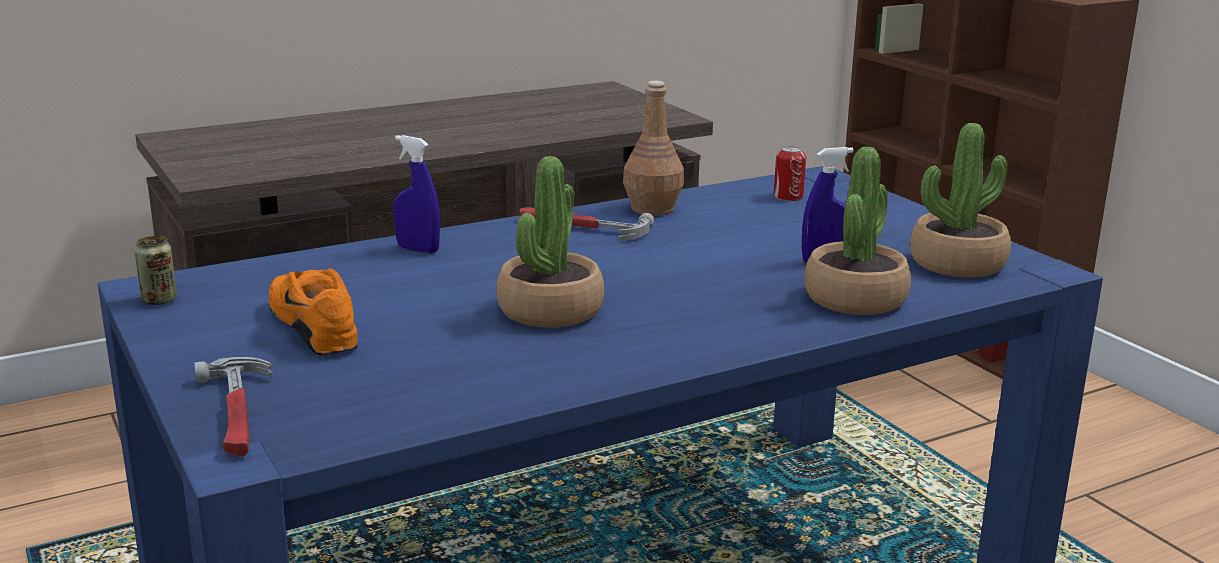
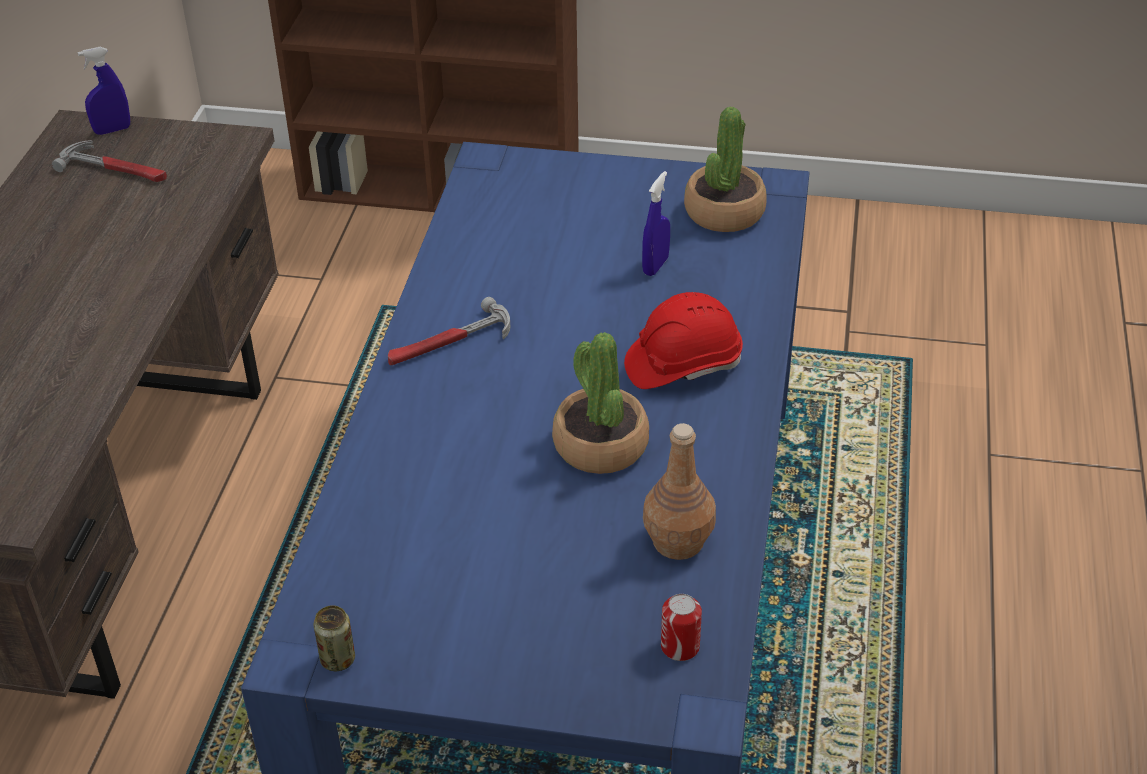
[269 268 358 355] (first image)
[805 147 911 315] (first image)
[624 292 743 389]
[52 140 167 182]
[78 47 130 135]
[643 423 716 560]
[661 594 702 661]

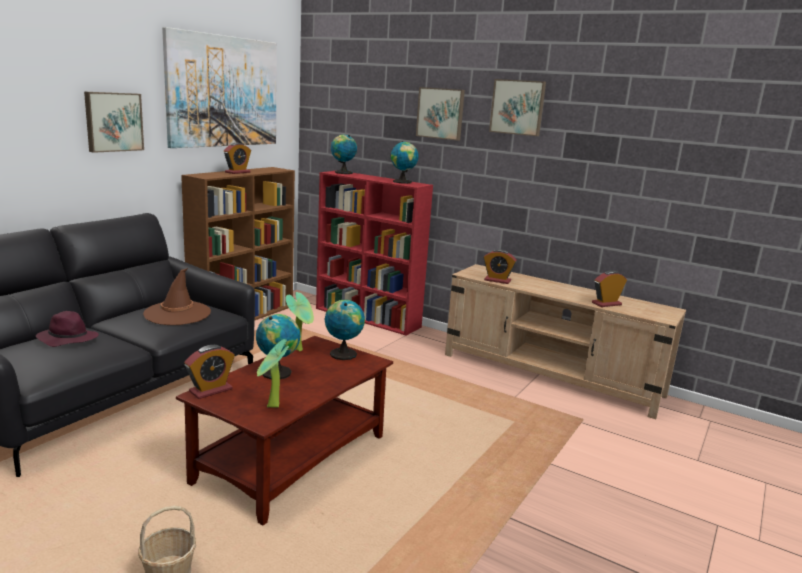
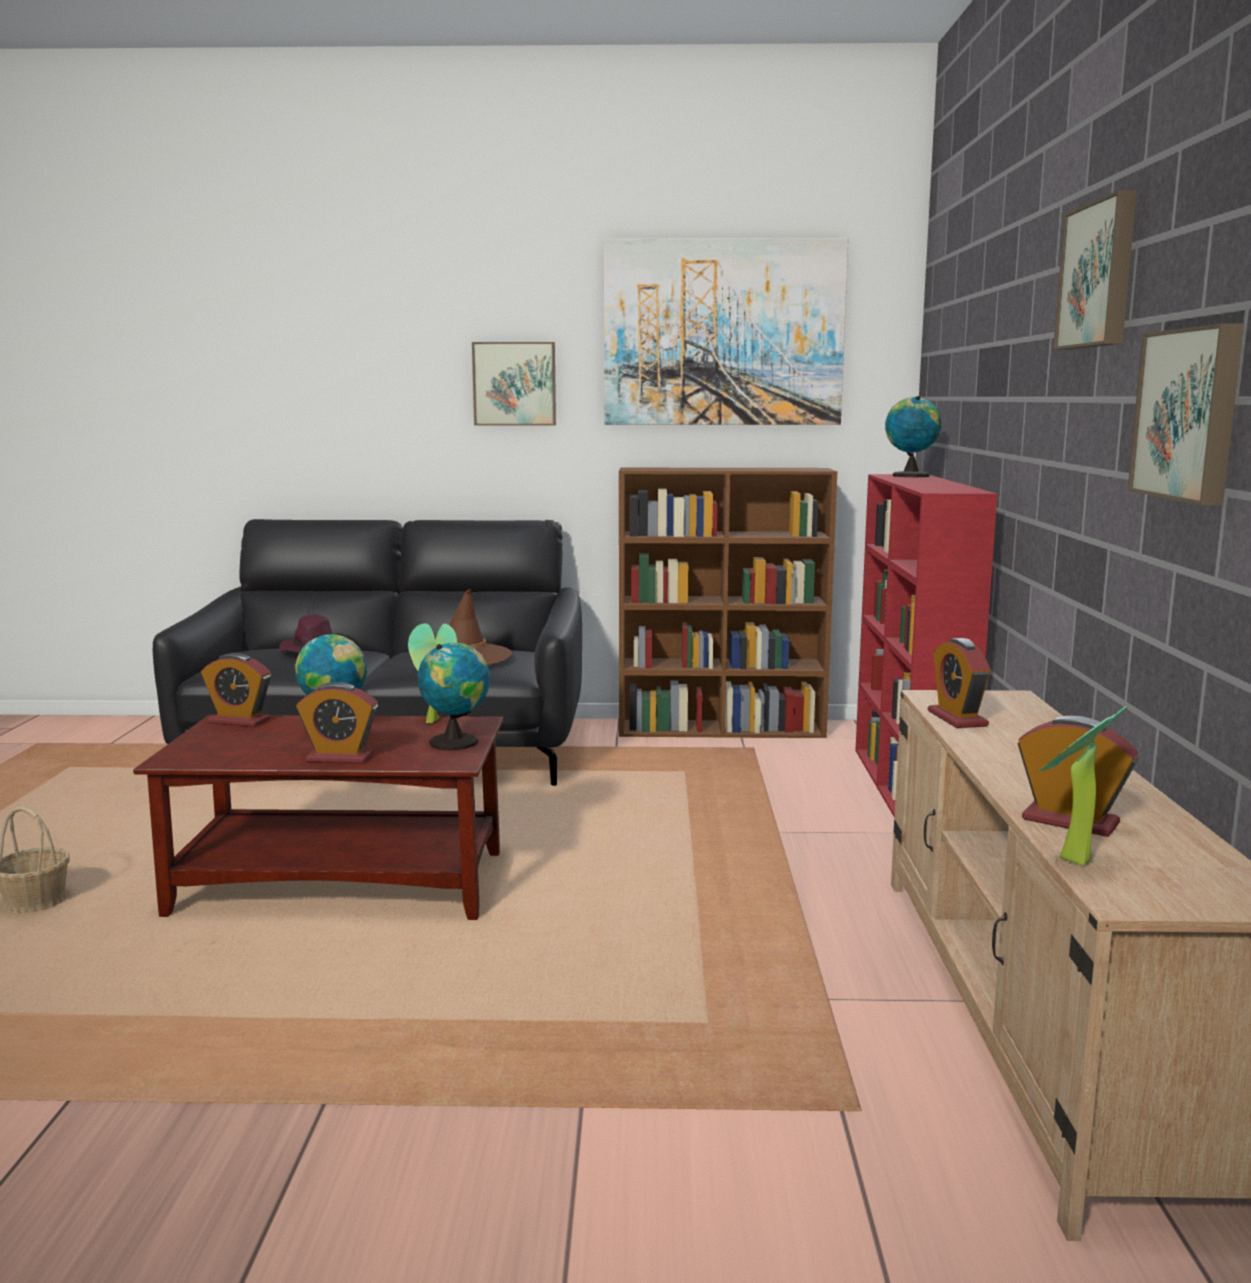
[391 141 419 184] (first image)
[296 682 378 763]
[1038 706 1128 866]
[1127 323 1244 505]

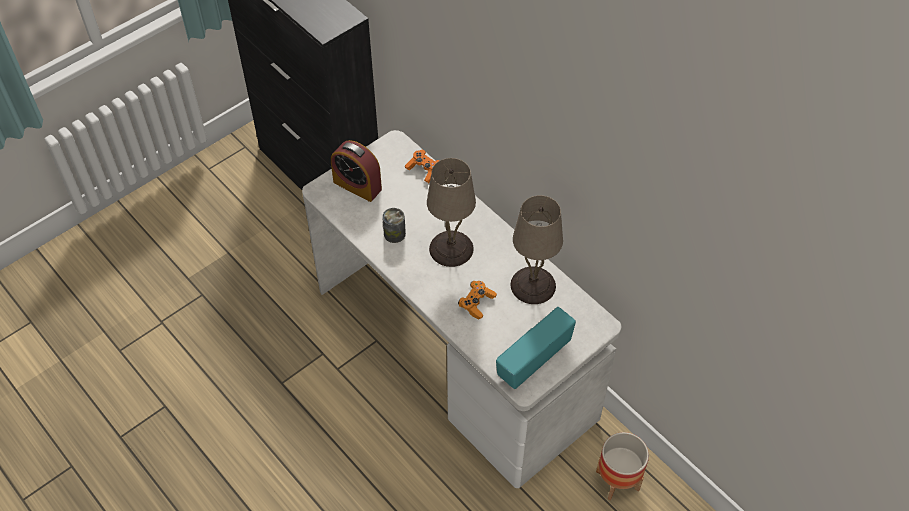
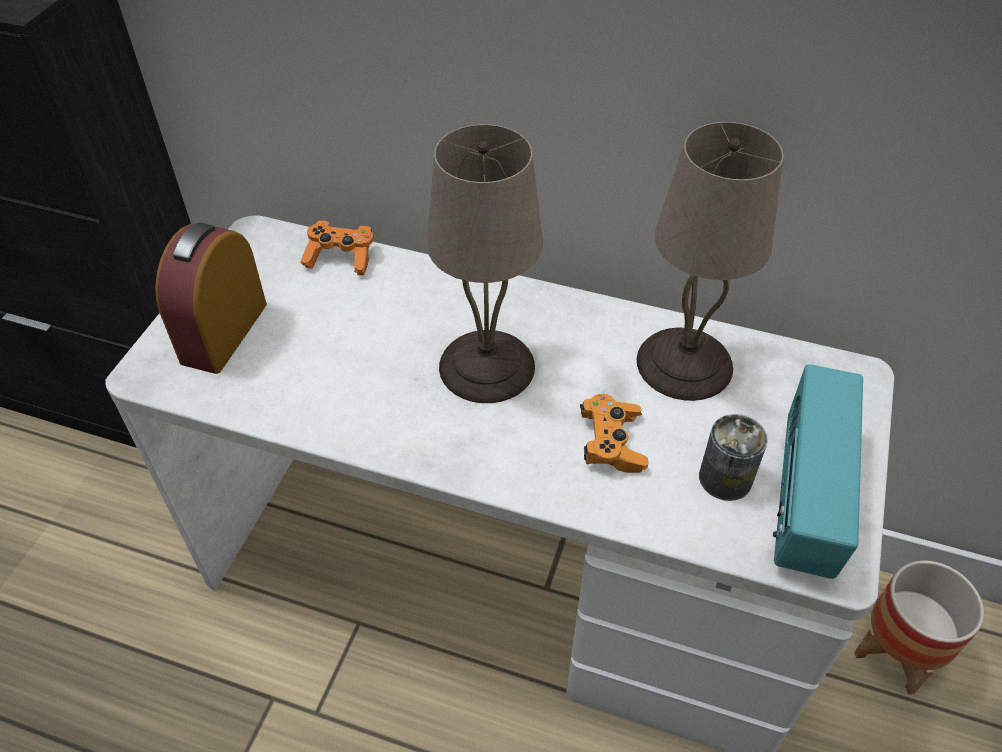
[699 414 768 501]
[155 222 267 374]

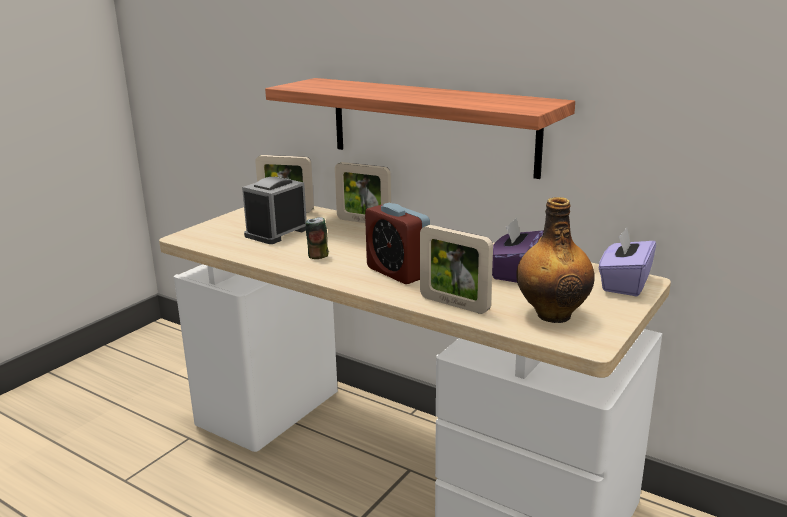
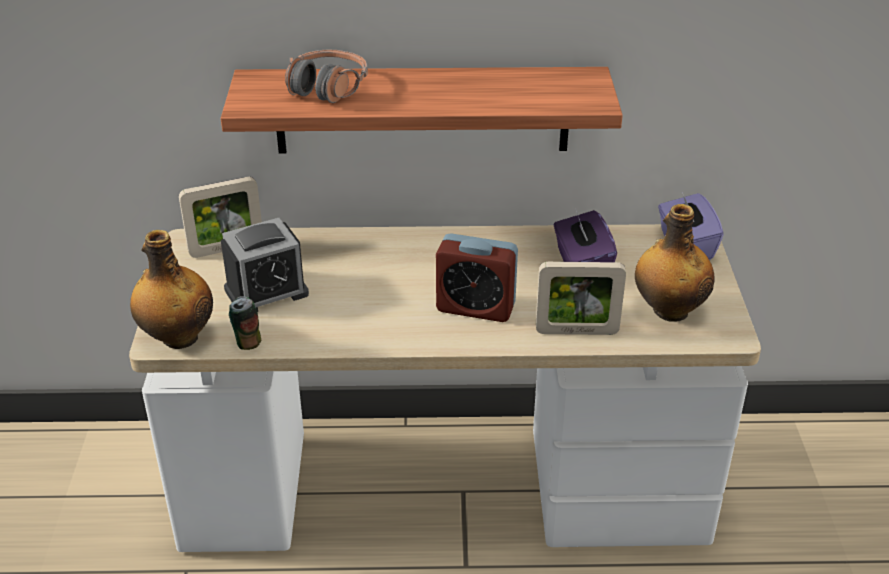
[335 162 391 223] (first image)
[130 230 213 349]
[285 50 368 103]
[229 296 261 350]
[221 218 309 312]

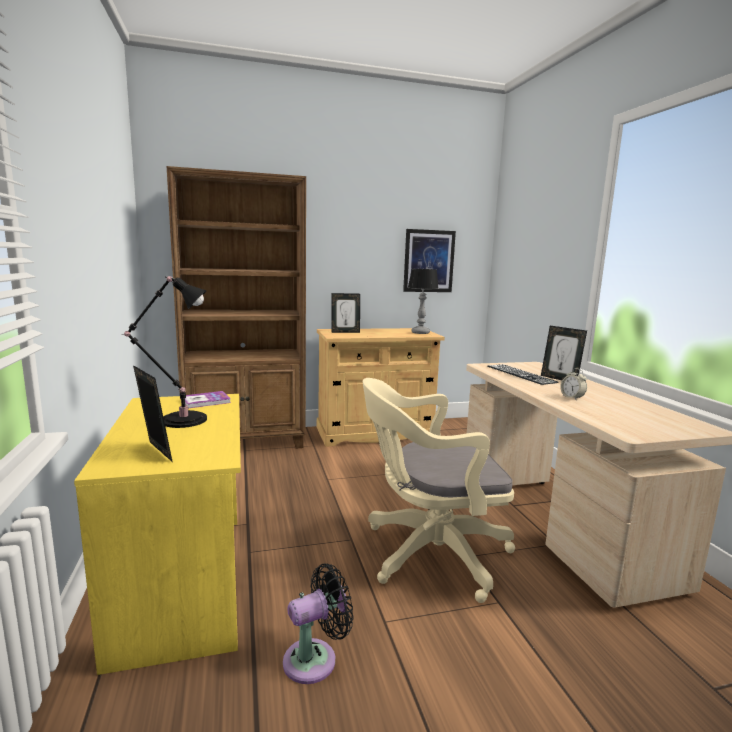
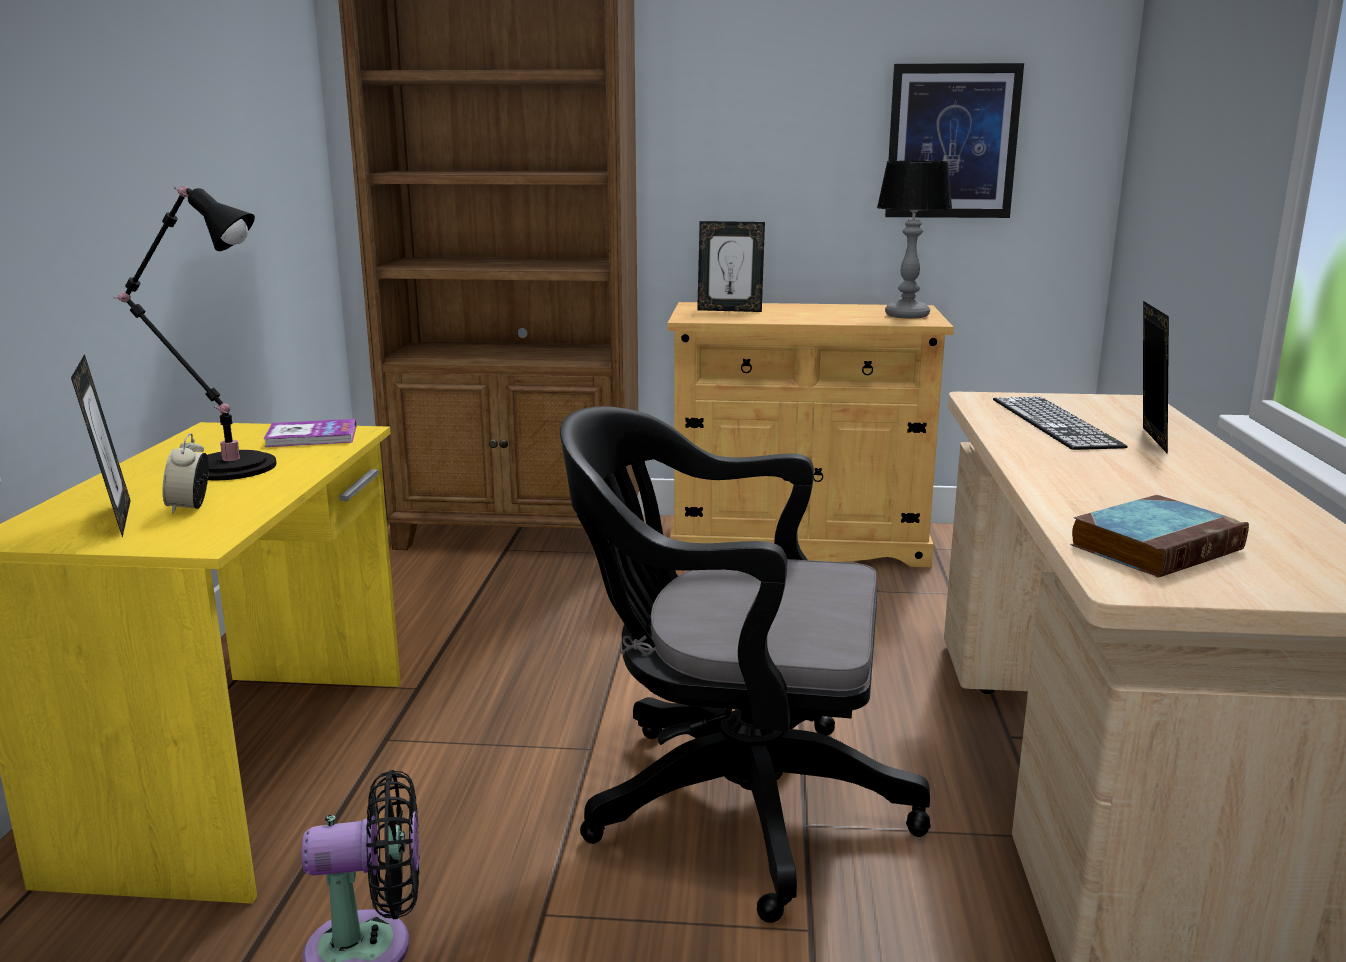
[1070 495 1249 578]
[163 433 209 514]
[560 406 931 923]
[1143 301 1169 454]

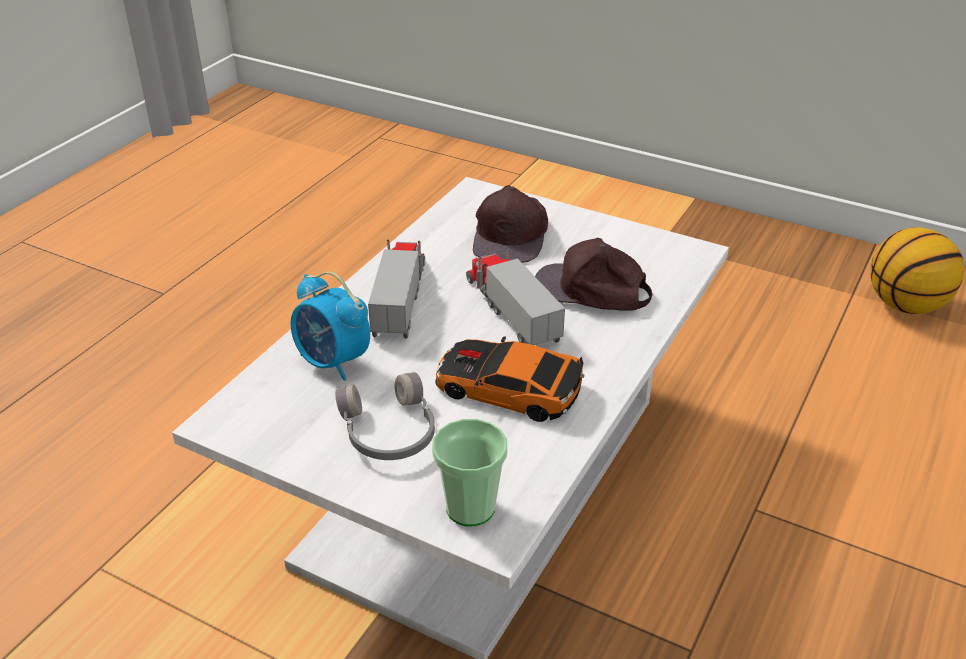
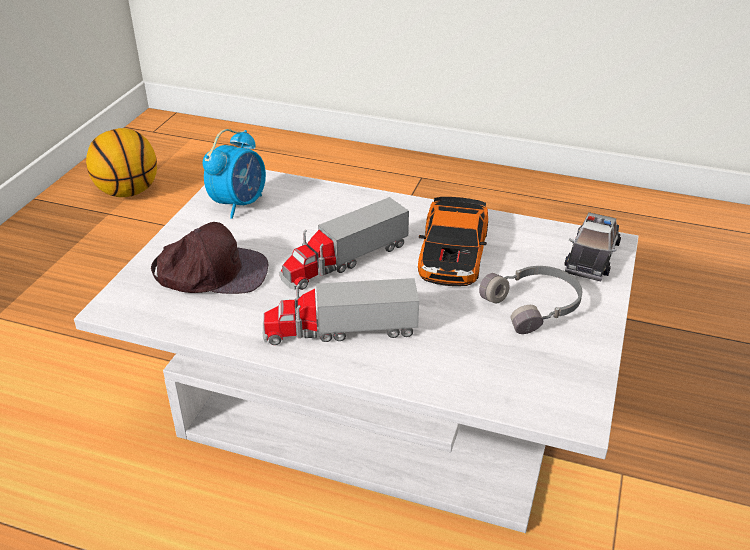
[535 238 653 310] (first image)
[203 129 266 219]
[564 212 621 281]

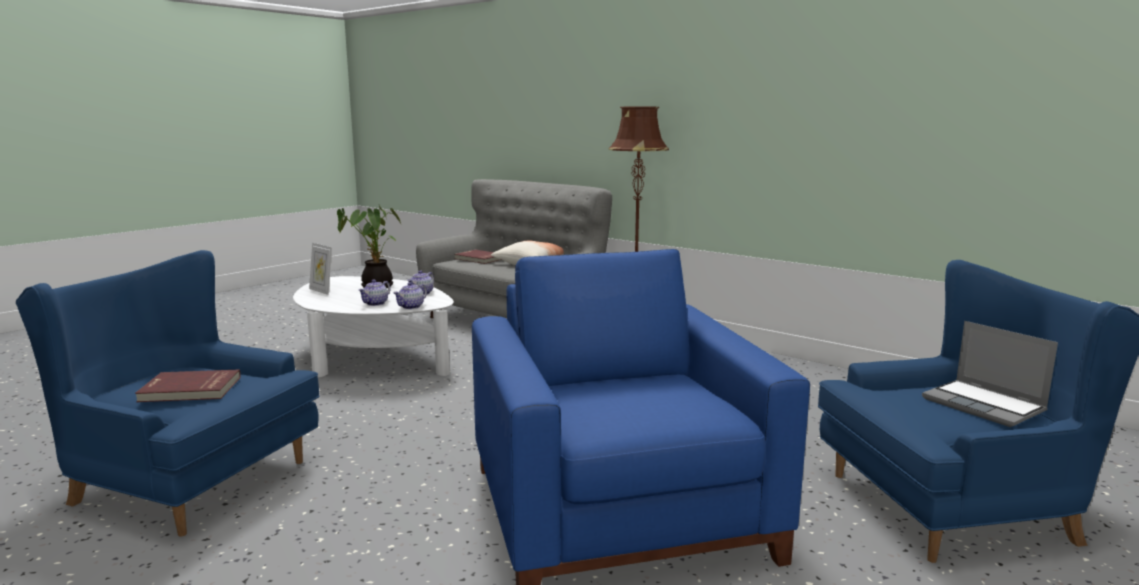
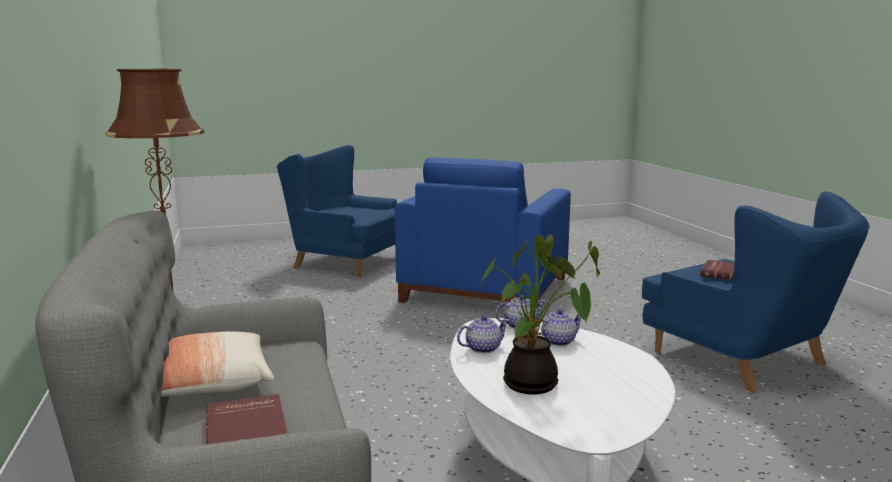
[309 243 332 295] (first image)
[922 321 1058 427] (first image)

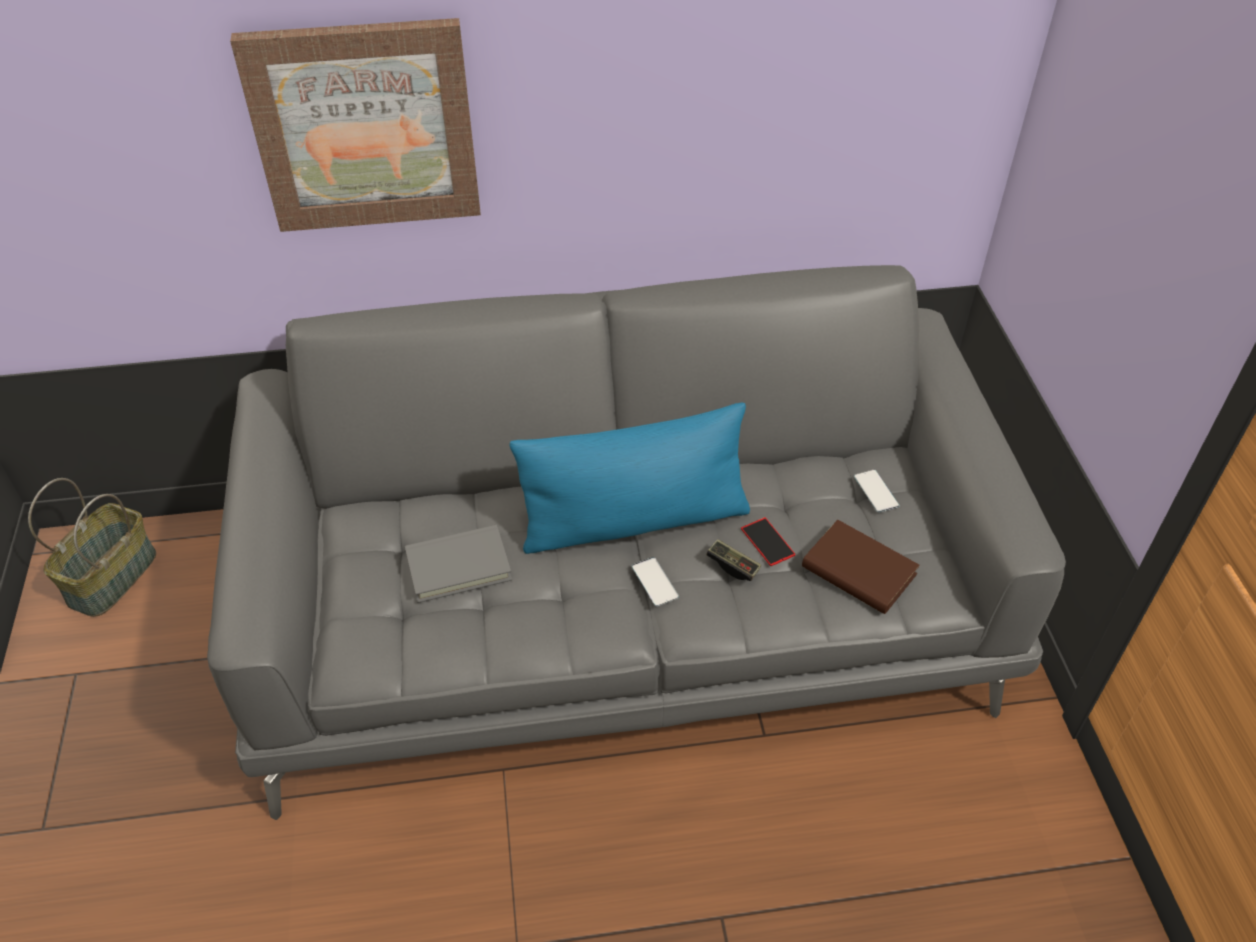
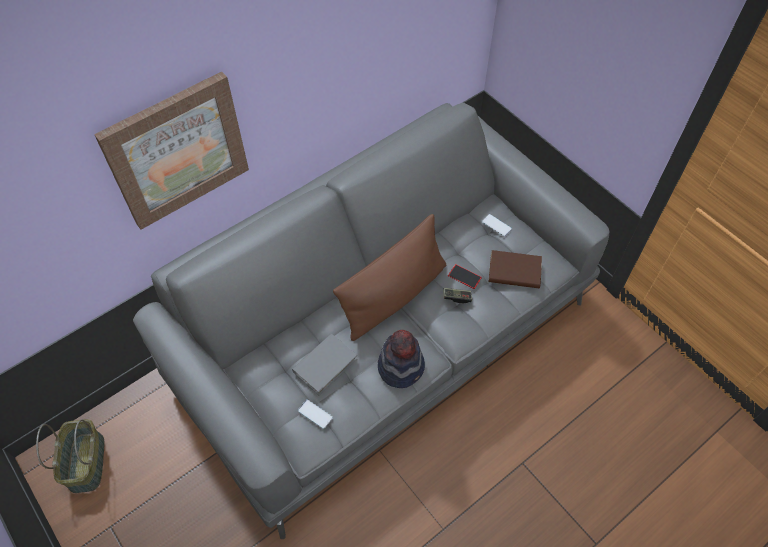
[378 330 425 388]
[298 399 333 429]
[333 214 446 341]

